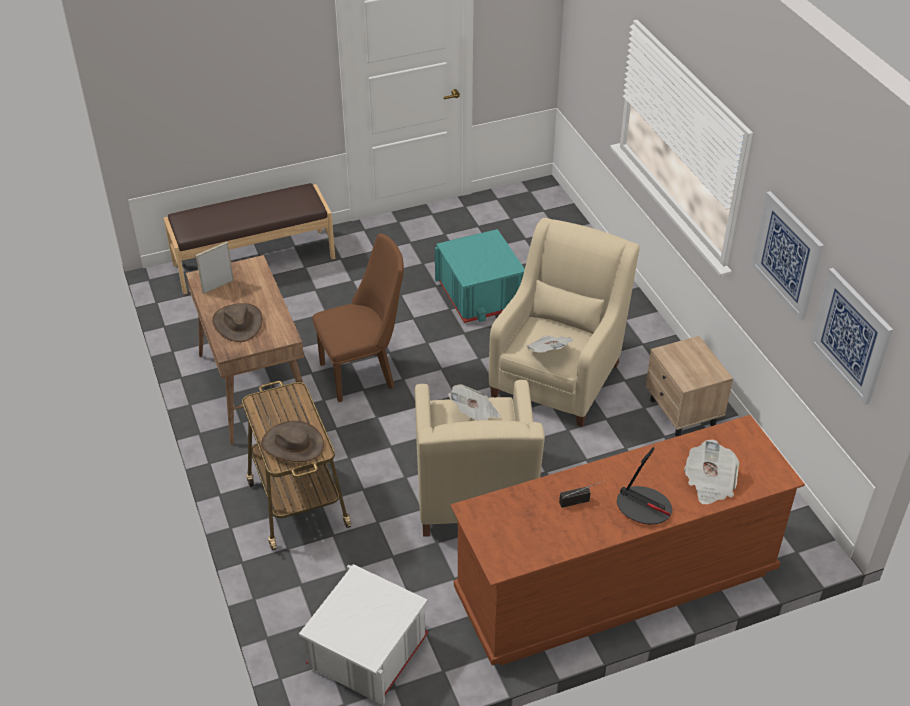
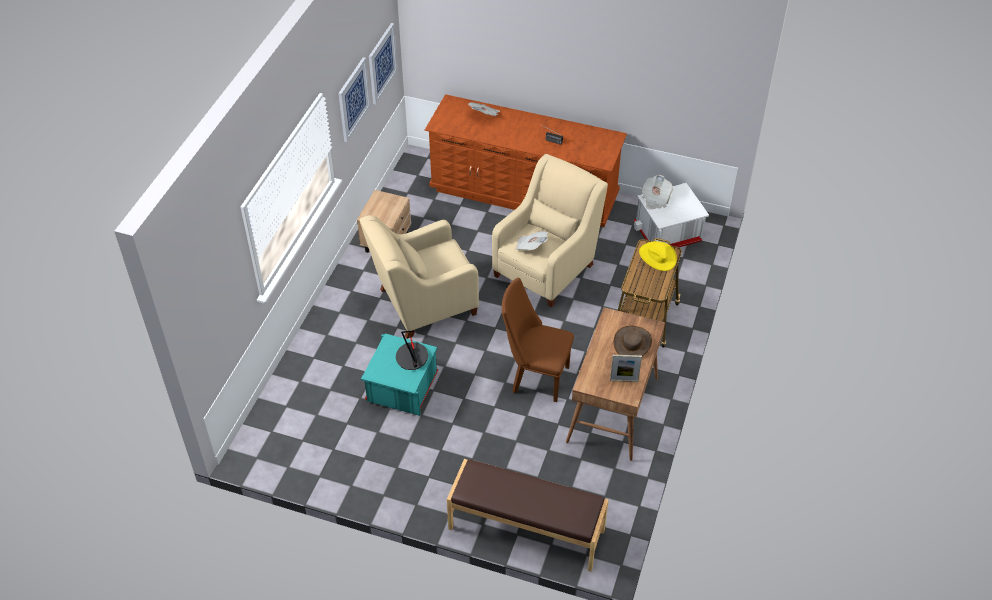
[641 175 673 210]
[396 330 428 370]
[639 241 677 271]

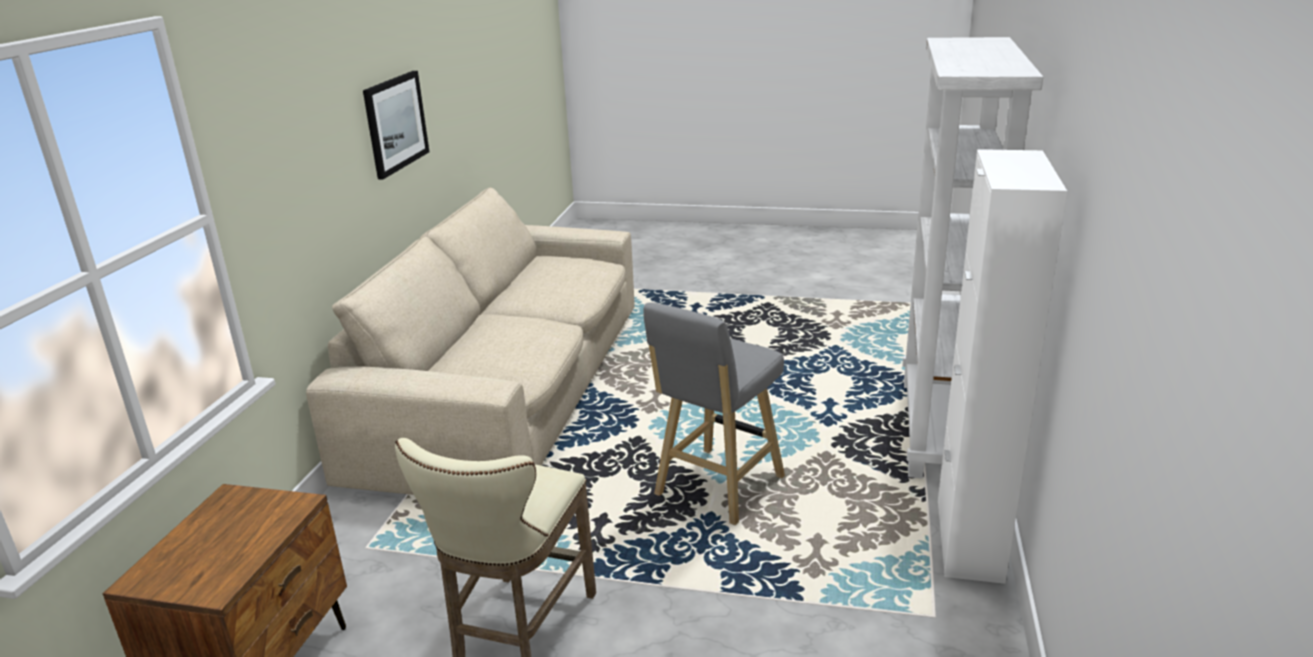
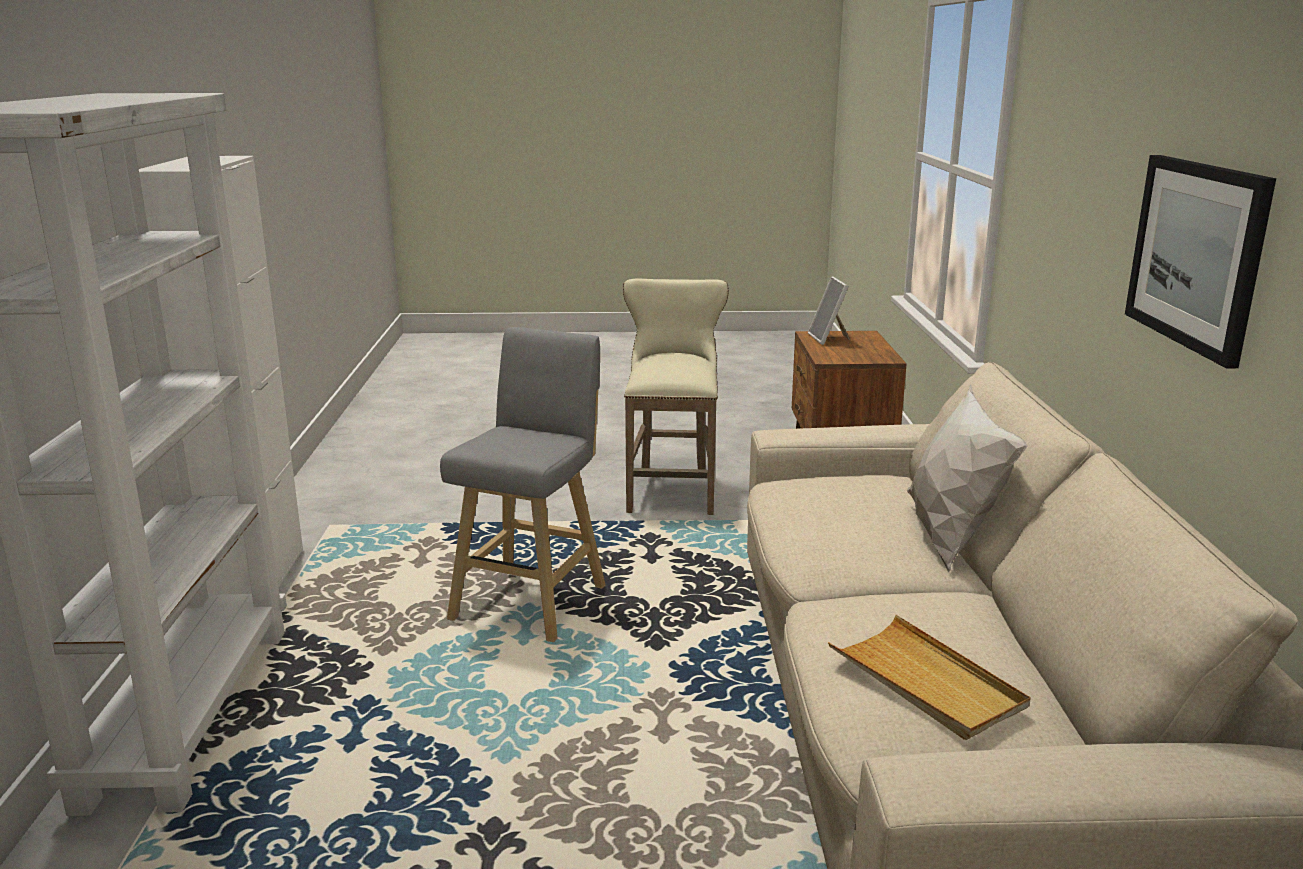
[808 276 850 345]
[828 615 1031 740]
[907 384 1028 573]

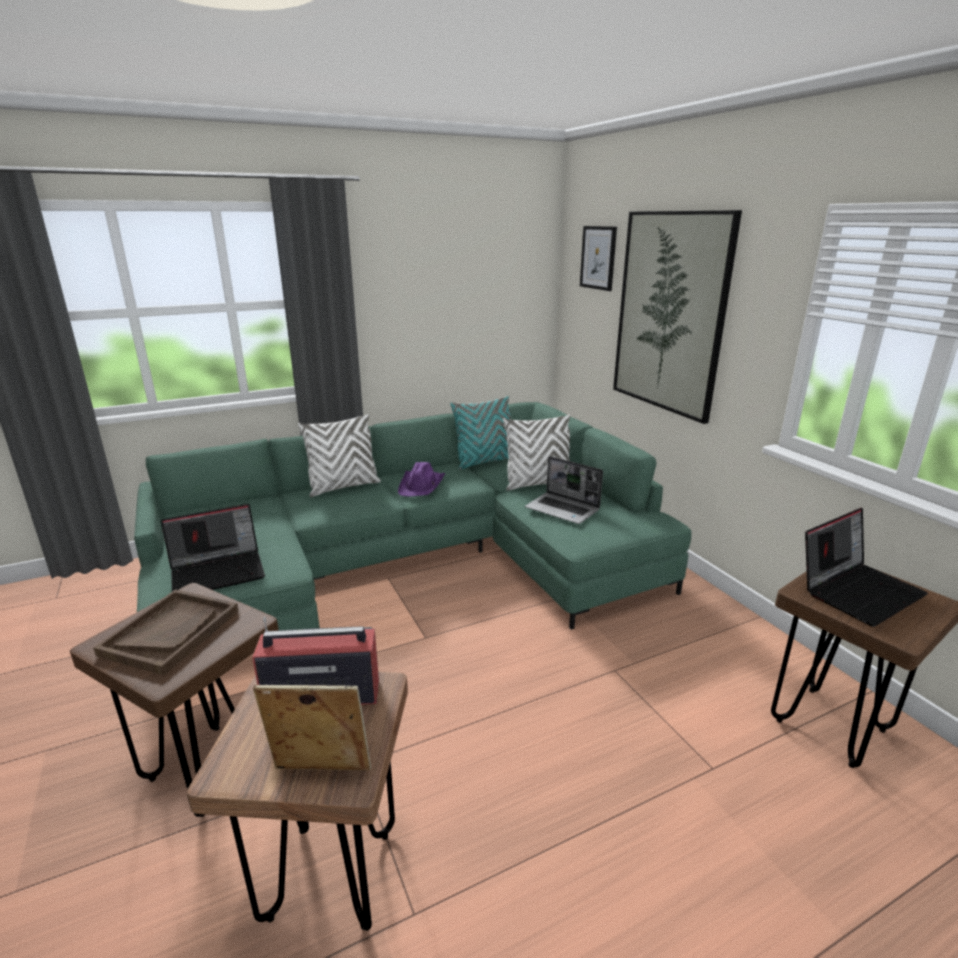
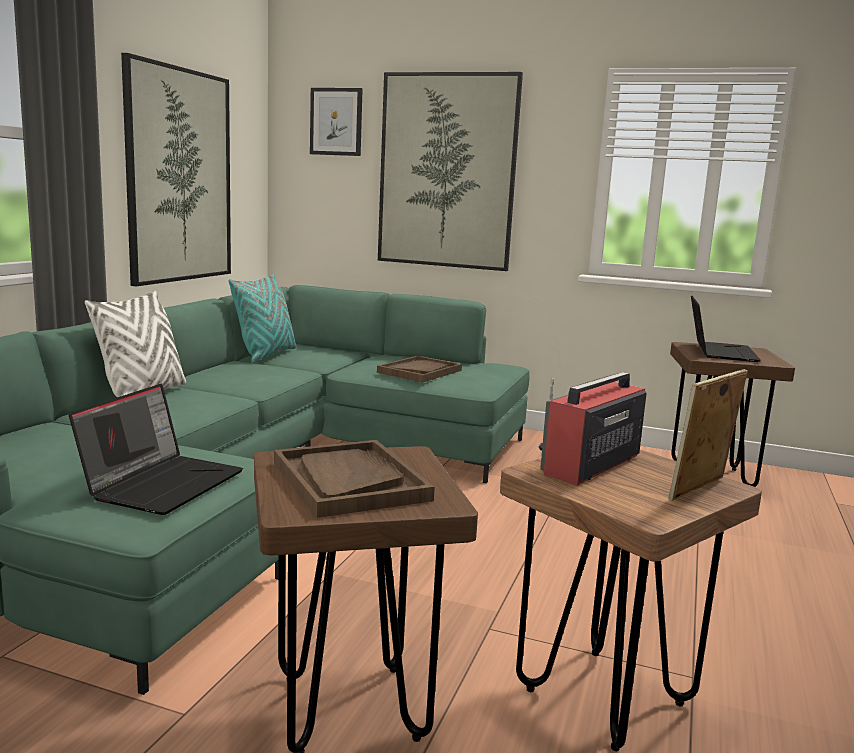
[398 462 445 496] (first image)
[503 415 570 491] (first image)
[121 53 231 286]
[377 356 462 382]

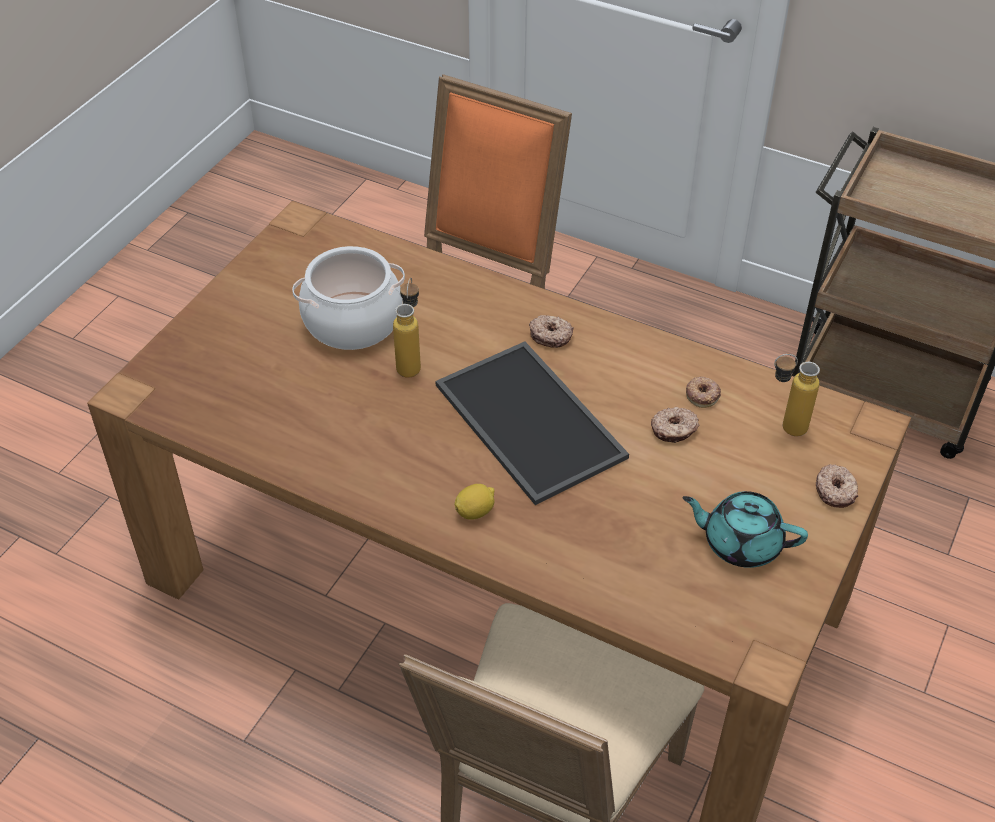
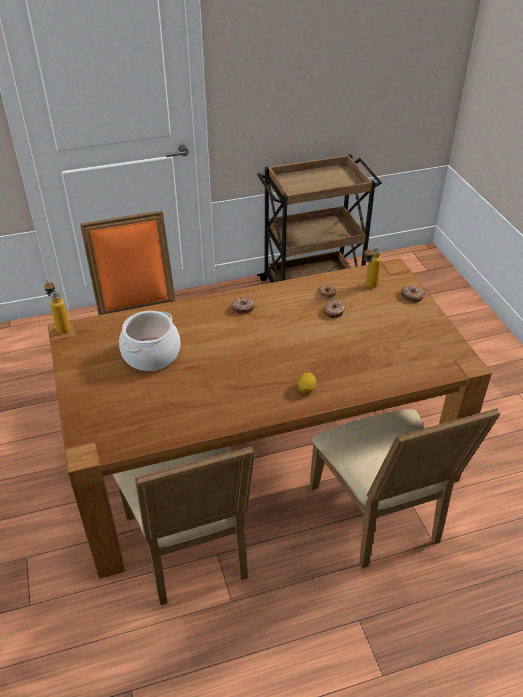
[435 341 629 505] (first image)
[682 491 808 568] (first image)
[113 446 255 606]
[44 280 70 334]

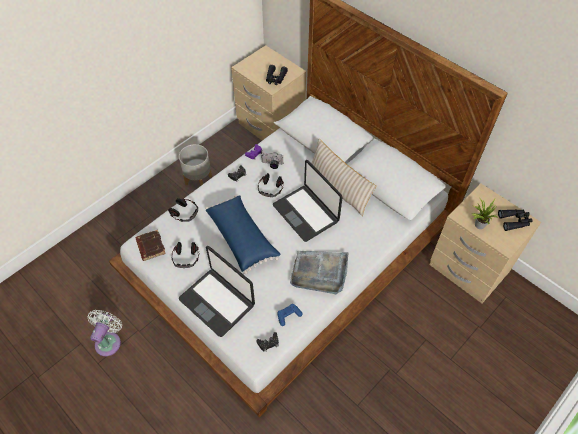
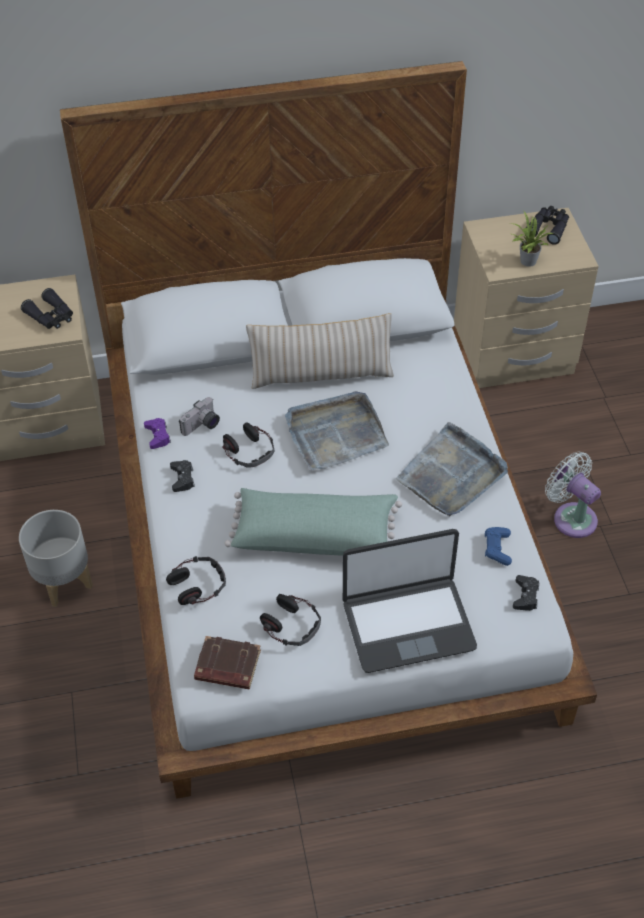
[545 452 601 538]
[285 391 389 471]
[225 488 402 556]

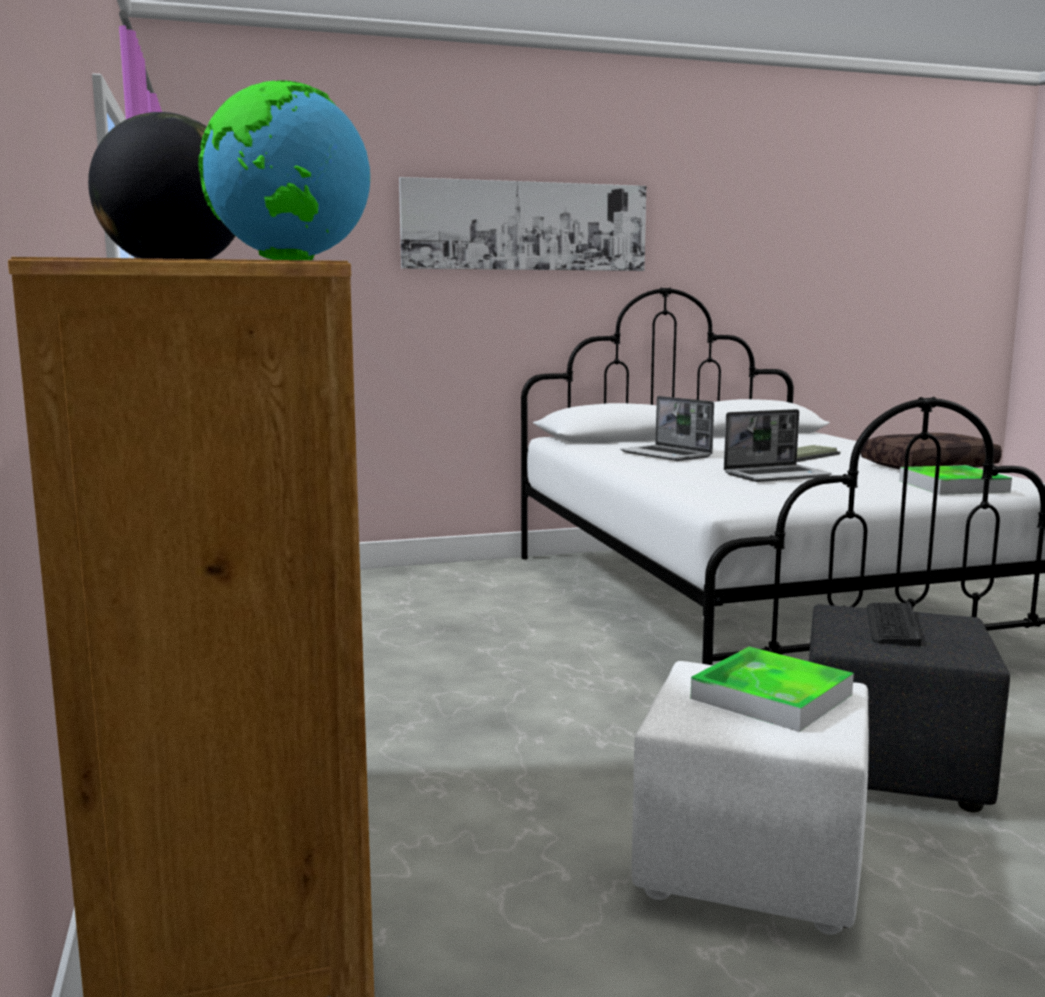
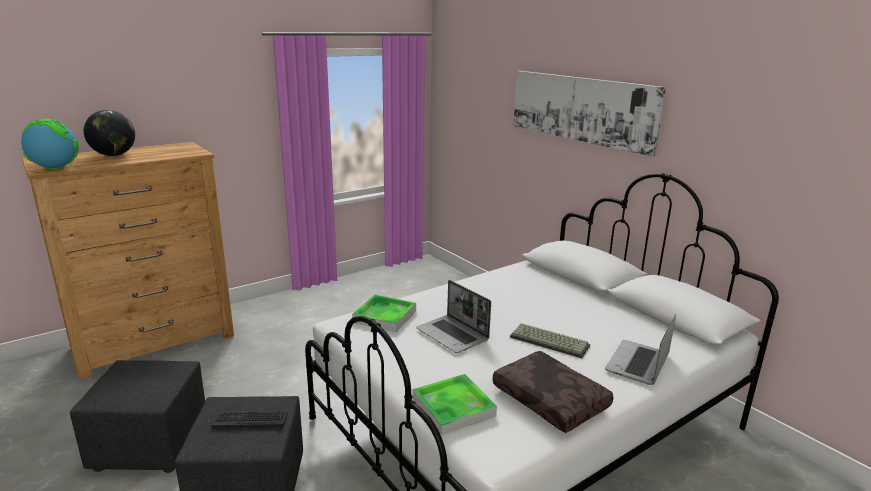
[605 314 676 385]
[352 295 416 332]
[70 360 205 473]

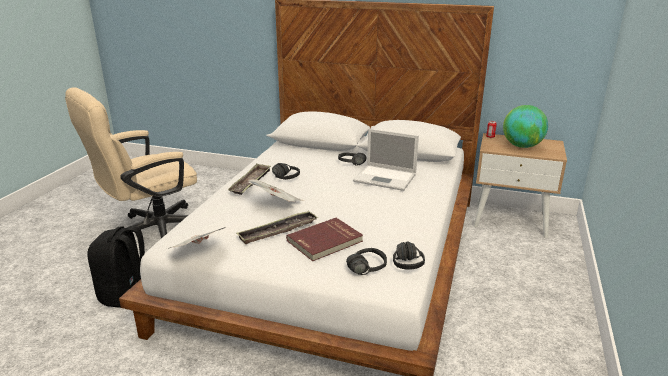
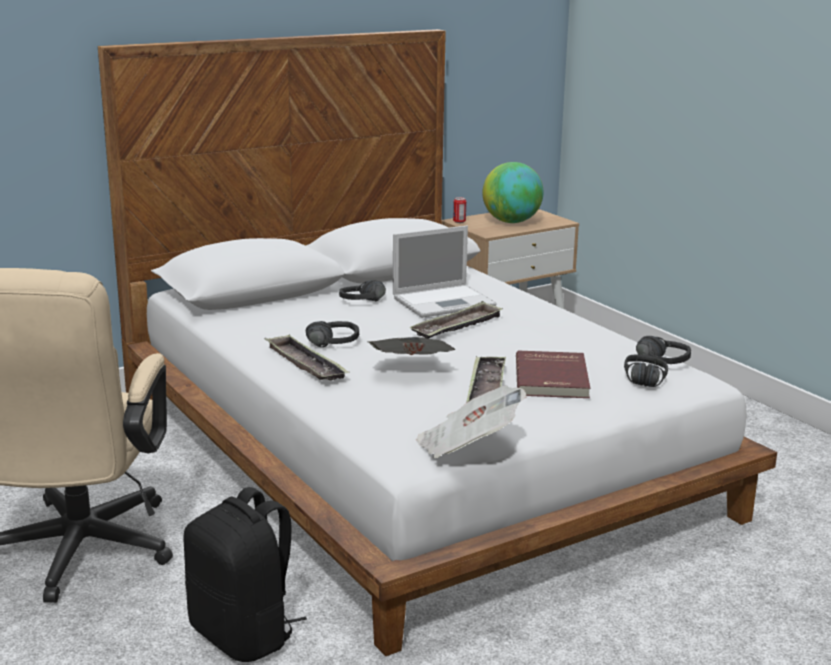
[409 301 502 339]

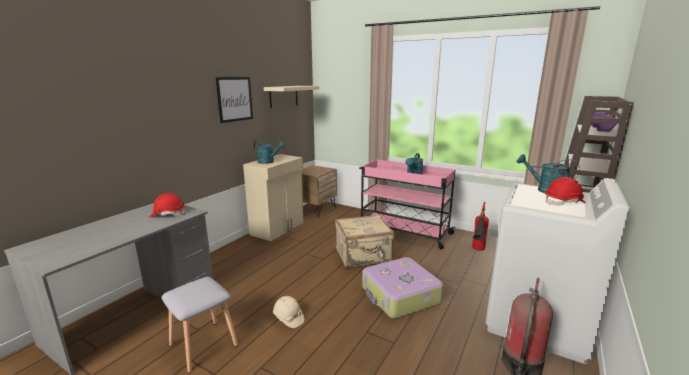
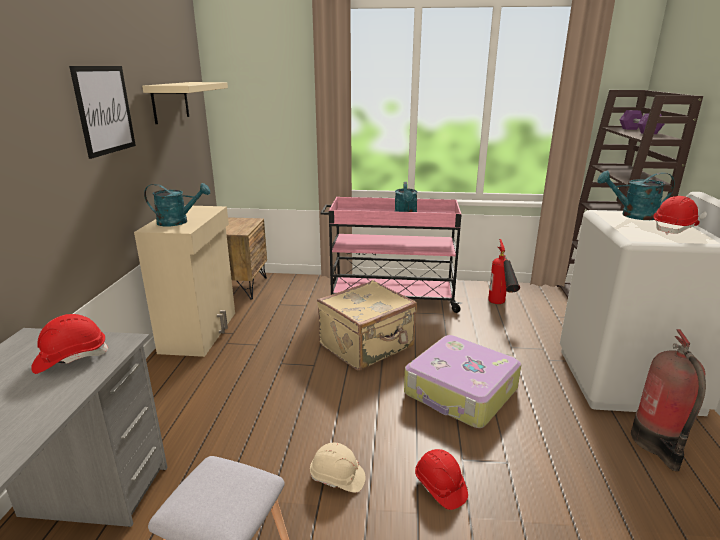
[415 449 468 510]

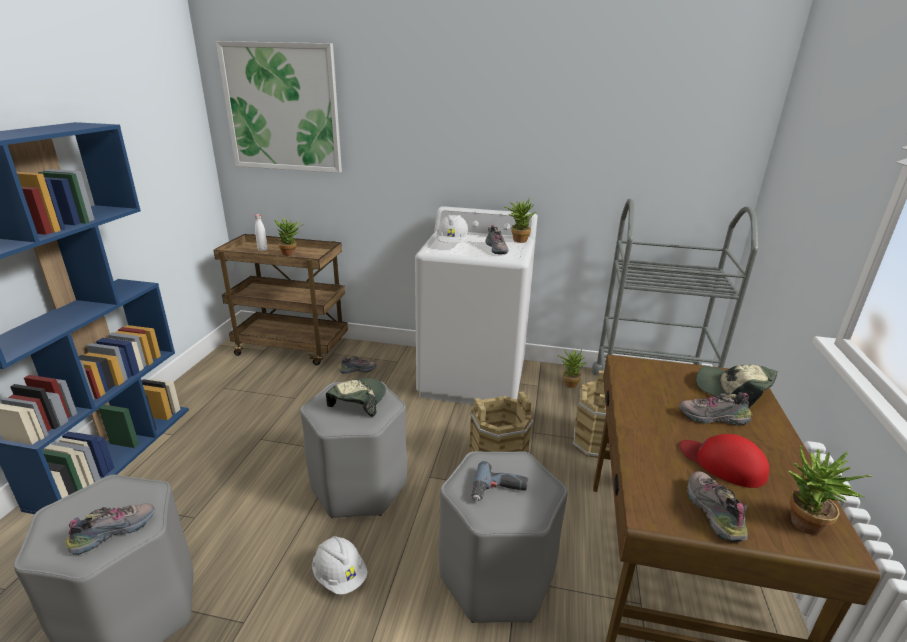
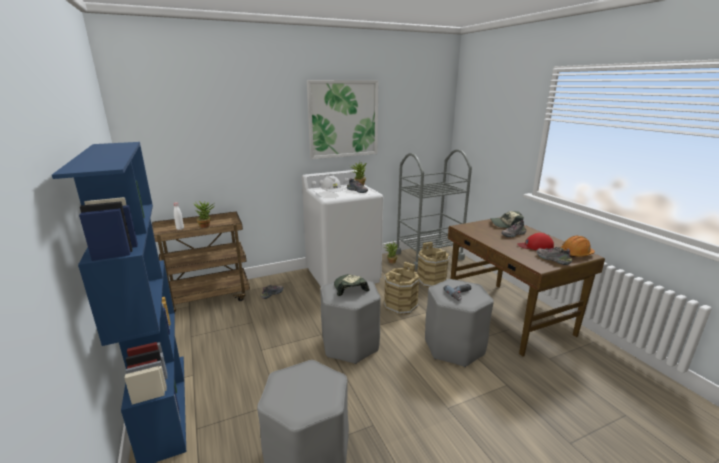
[65 503 155 555] (first image)
[312 536 368 595] (first image)
[307 80 379 159]
[560 236 595 257]

